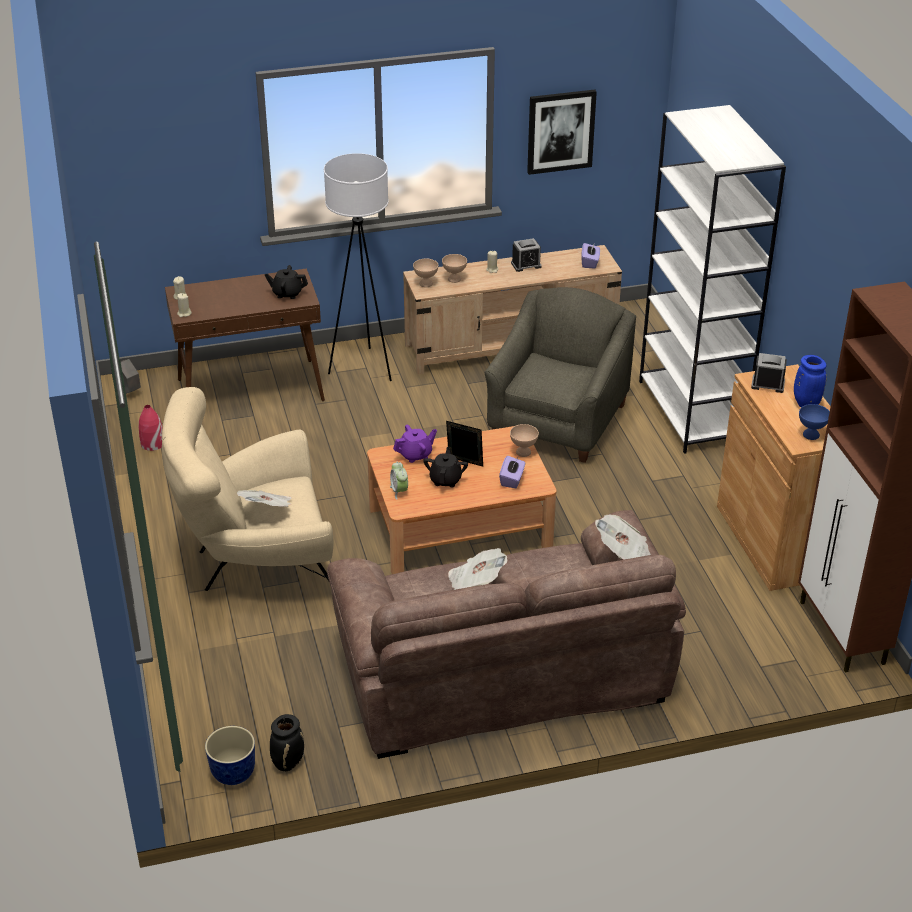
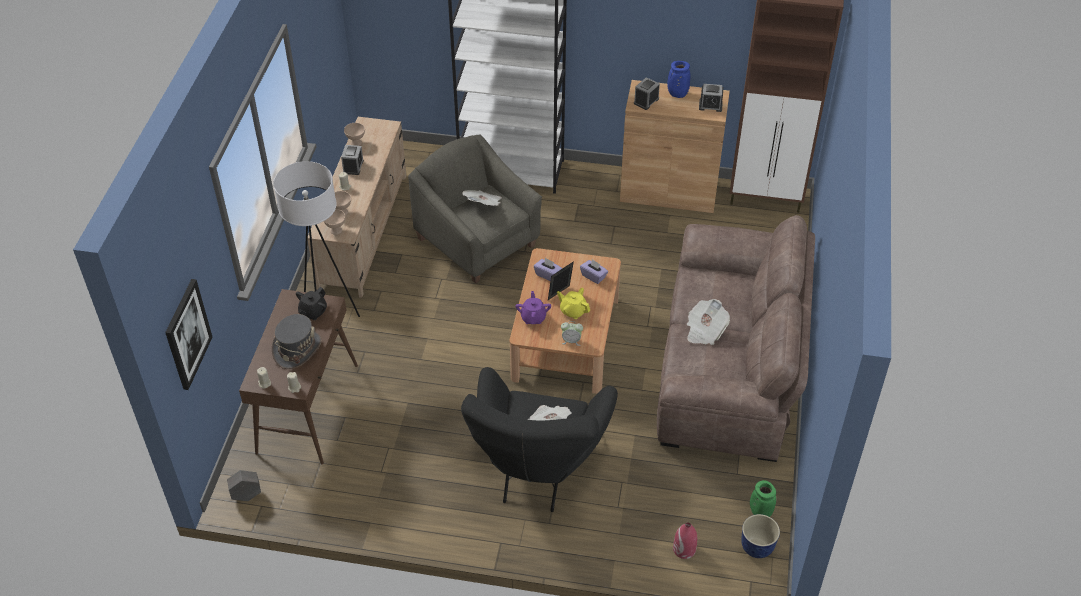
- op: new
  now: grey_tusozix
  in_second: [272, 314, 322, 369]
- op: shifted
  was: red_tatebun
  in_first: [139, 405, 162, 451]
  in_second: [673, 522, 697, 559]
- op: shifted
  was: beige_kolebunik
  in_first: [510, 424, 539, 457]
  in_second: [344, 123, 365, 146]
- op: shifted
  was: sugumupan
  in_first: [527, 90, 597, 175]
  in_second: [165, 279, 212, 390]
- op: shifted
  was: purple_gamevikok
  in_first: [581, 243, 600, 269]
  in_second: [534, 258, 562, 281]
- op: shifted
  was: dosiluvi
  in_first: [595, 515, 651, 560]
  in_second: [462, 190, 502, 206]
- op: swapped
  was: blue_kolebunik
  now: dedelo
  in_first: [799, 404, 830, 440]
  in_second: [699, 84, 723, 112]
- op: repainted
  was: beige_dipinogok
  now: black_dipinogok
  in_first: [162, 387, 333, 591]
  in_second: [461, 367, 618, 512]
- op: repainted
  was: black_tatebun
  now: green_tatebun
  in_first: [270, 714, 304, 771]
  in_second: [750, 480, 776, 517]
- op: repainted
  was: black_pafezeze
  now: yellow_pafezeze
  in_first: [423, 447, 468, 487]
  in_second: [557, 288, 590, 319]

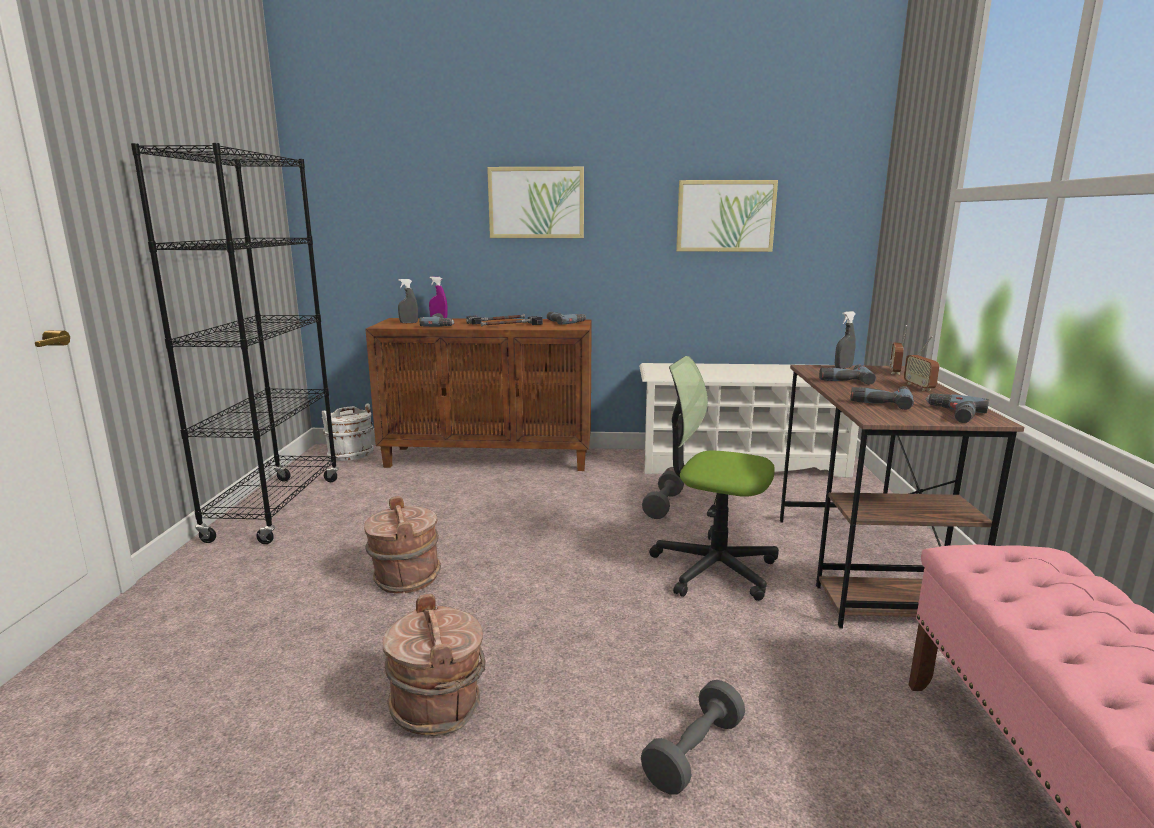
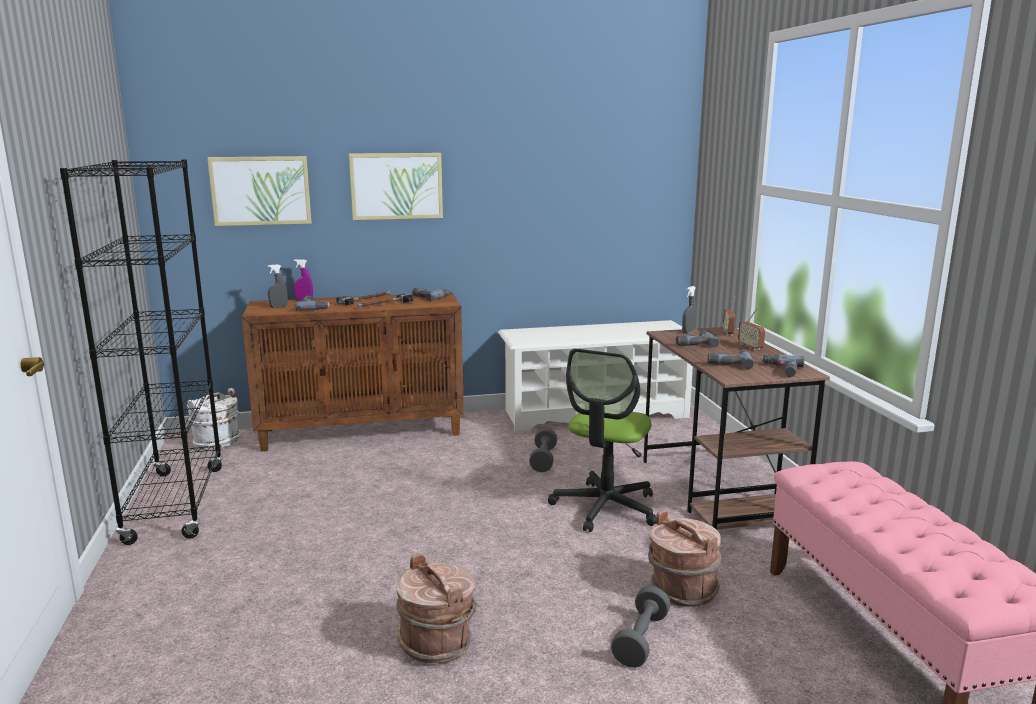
- op: shifted
  was: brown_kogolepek
  in_first: [364, 496, 441, 594]
  in_second: [648, 510, 721, 607]
- op: shifted
  was: sugumupan
  in_first: [676, 180, 778, 252]
  in_second: [207, 156, 311, 226]
- op: rotated
  was: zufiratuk
  in_first: [649, 356, 779, 601]
  in_second: [548, 348, 657, 532]
  clockwise: -75

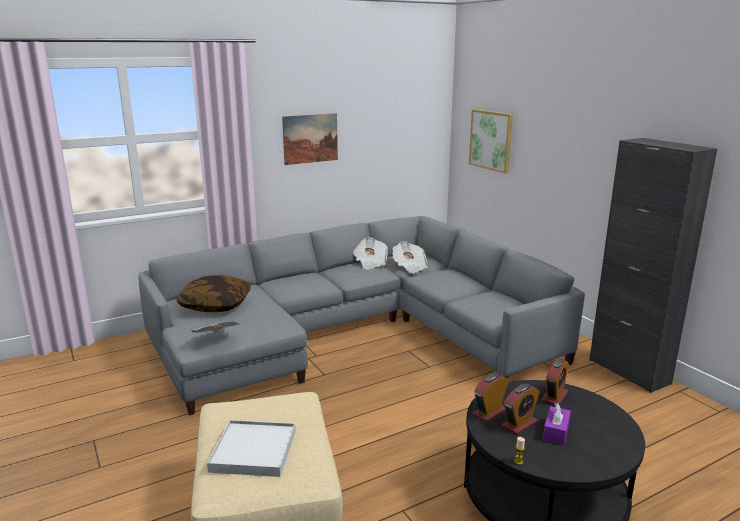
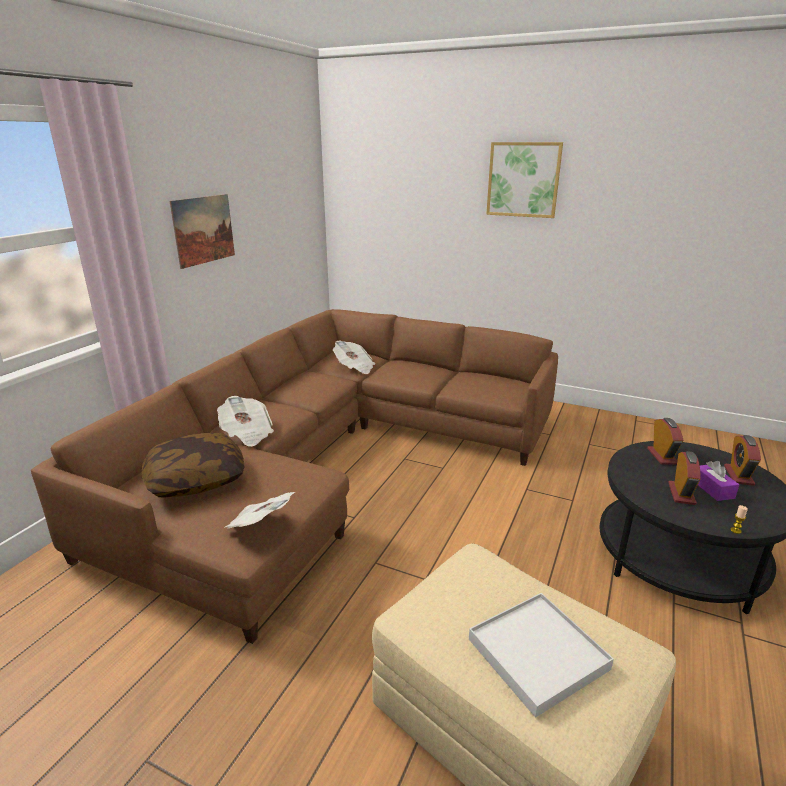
- op: gone
  was: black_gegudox
  in_first: [589, 138, 717, 393]
- op: shifted
  was: dosiluvi
  in_first: [353, 237, 388, 269]
  in_second: [217, 396, 274, 447]
- op: shifted
  was: sugumupan
  in_first: [469, 109, 513, 173]
  in_second: [486, 142, 563, 218]
- op: shifted
  was: dedelo
  in_first: [473, 373, 509, 422]
  in_second: [724, 435, 761, 486]
- op: repainted
  was: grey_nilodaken
  now: brown_nilodaken
  in_first: [138, 216, 585, 415]
  in_second: [31, 309, 558, 644]

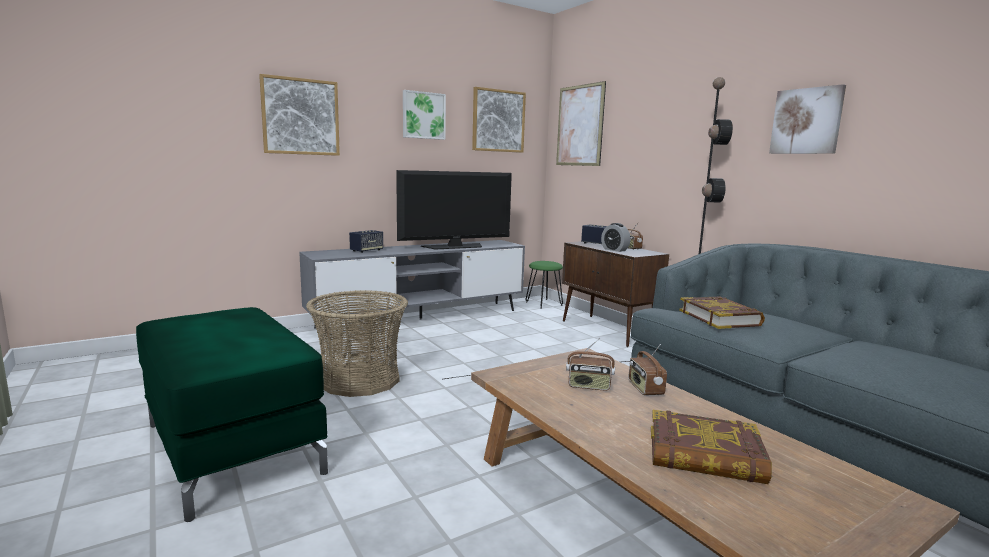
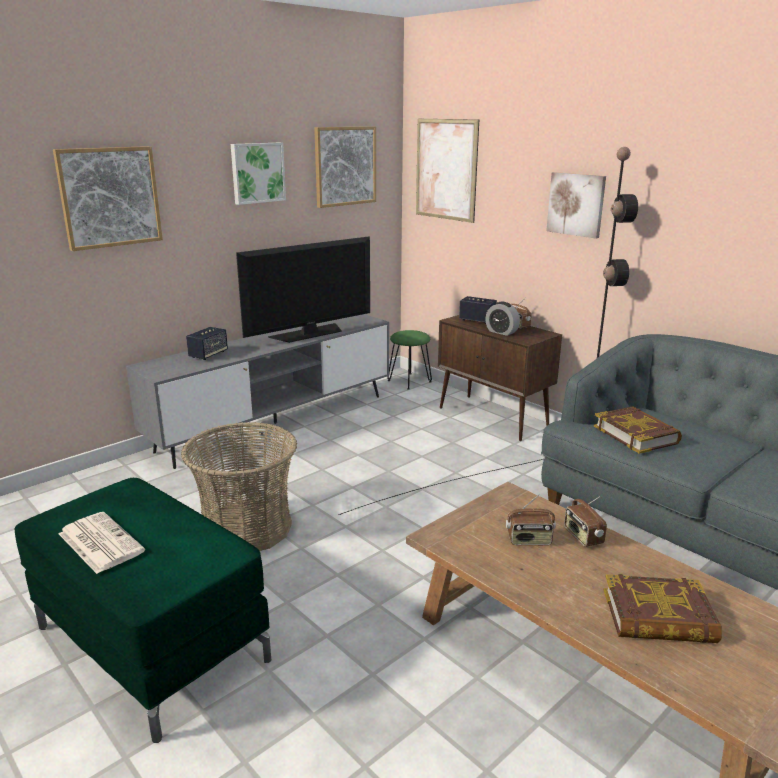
- op: new
  now: dosiluvi
  in_second: [59, 512, 145, 574]
- op: shifted
  was: sugumupan
  in_first: [769, 84, 846, 154]
  in_second: [546, 172, 606, 238]

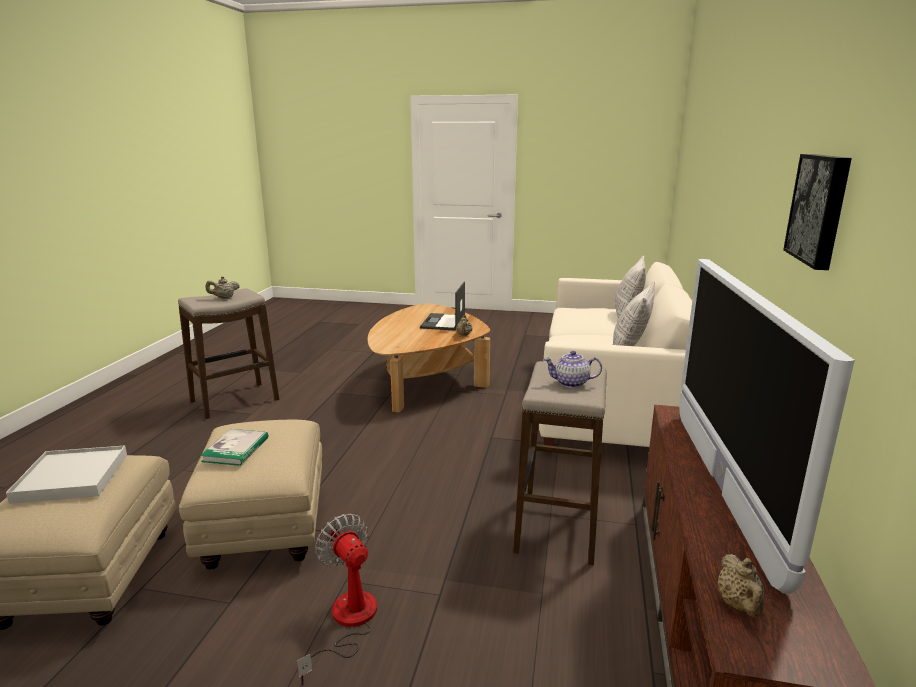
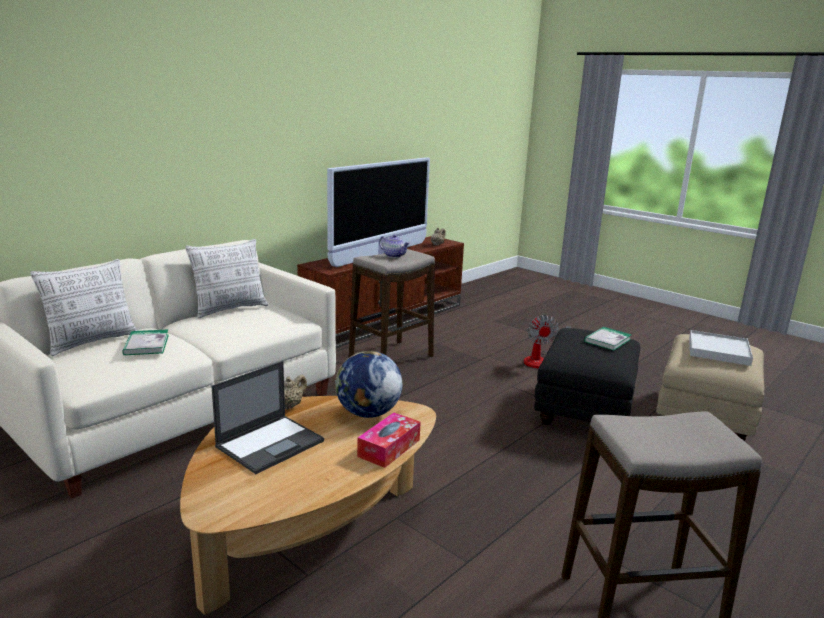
- op: gone
  was: beige_pafezeze
  in_first: [206, 276, 240, 299]
- op: gone
  was: sugumupan
  in_first: [783, 154, 852, 270]
- op: new
  now: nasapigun
  in_second: [122, 329, 169, 355]
- op: new
  now: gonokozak
  in_second: [335, 351, 402, 418]
- op: new
  now: gamevikok
  in_second: [357, 413, 421, 468]
- op: repainted
  was: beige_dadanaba
  now: black_dadanaba
  in_first: [179, 420, 322, 570]
  in_second: [534, 328, 640, 425]

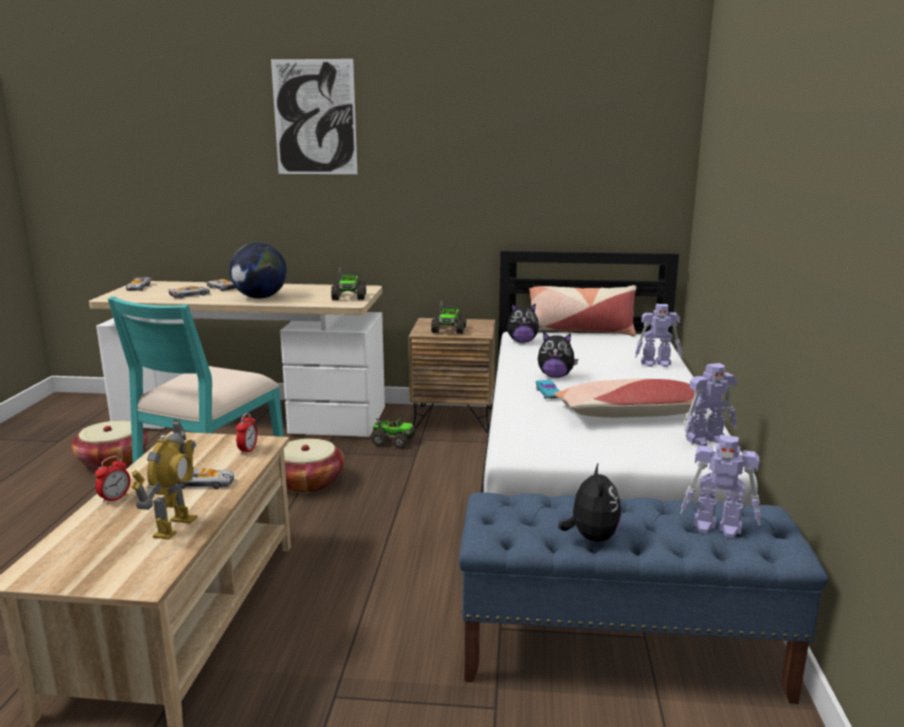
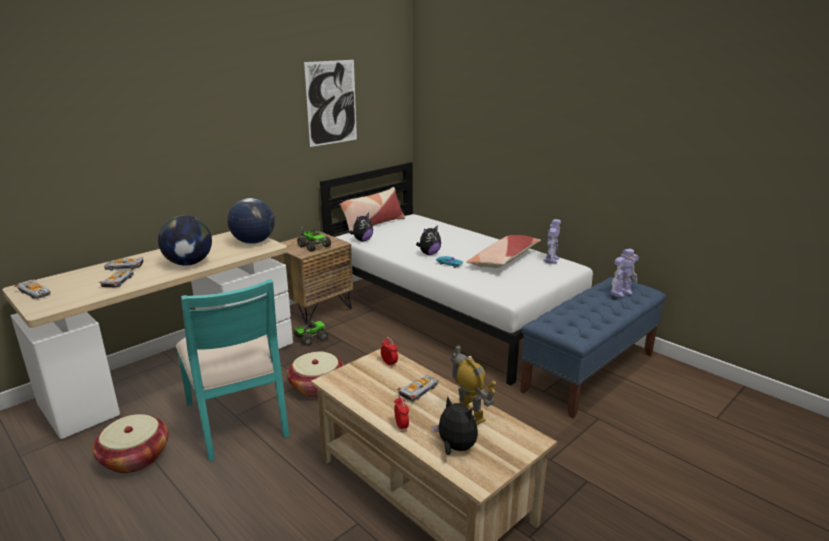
- op: gone
  was: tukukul
  in_first: [635, 304, 682, 367]
- op: shifted
  was: sugumupan
  in_first: [271, 59, 357, 174]
  in_second: [304, 60, 357, 147]
- op: shifted
  was: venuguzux
  in_first: [558, 462, 621, 542]
  in_second: [431, 396, 478, 455]
- op: swapped
  was: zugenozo
  now: gonokozak
  in_first: [331, 268, 366, 300]
  in_second: [227, 198, 275, 244]

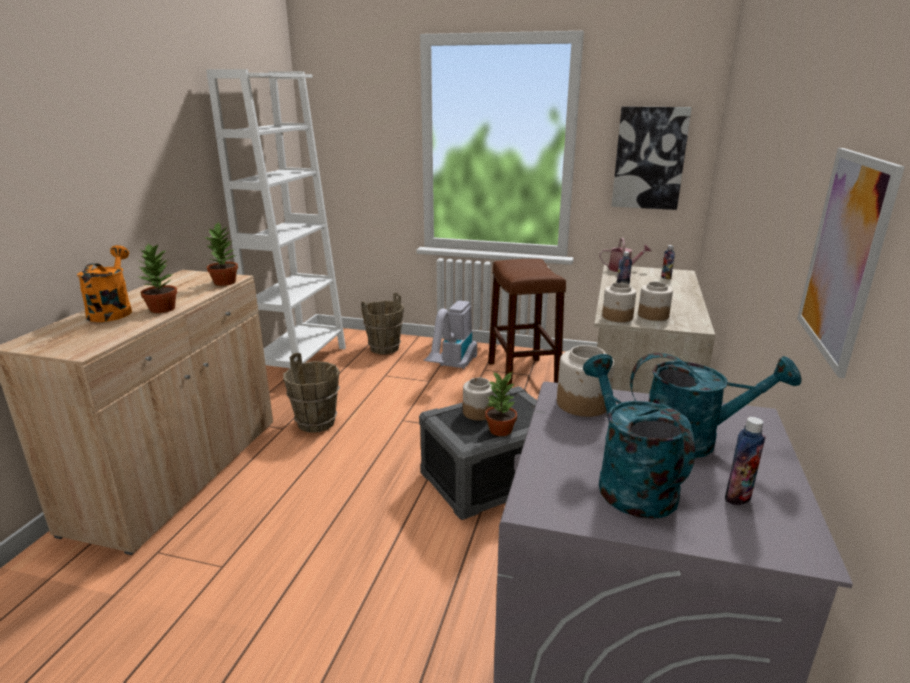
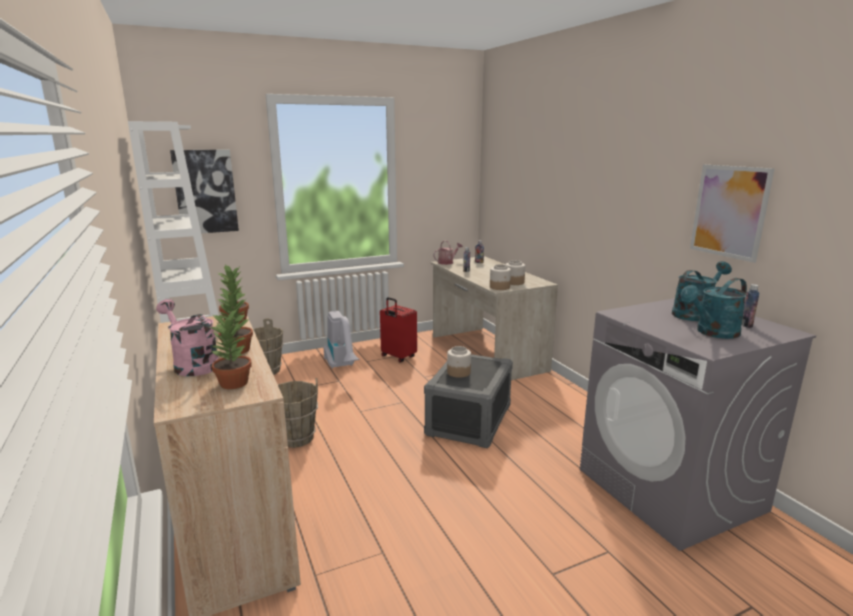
- op: gone
  was: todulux
  in_first: [557, 345, 615, 417]
- op: shifted
  was: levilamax
  in_first: [485, 372, 517, 436]
  in_second: [211, 309, 252, 389]
- op: shifted
  was: sugumupan
  in_first: [611, 106, 692, 210]
  in_second: [170, 149, 239, 233]
- op: swapped
  was: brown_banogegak
  now: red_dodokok
  in_first: [488, 259, 566, 386]
  in_second: [380, 297, 417, 362]
- op: repainted
  was: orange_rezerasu
  now: pink_rezerasu
  in_first: [77, 245, 132, 322]
  in_second: [156, 299, 219, 376]
- op: rotated
  was: turquoise_rezerasu
  in_first: [583, 354, 695, 519]
  in_second: [681, 278, 747, 339]
  clockwise: -60

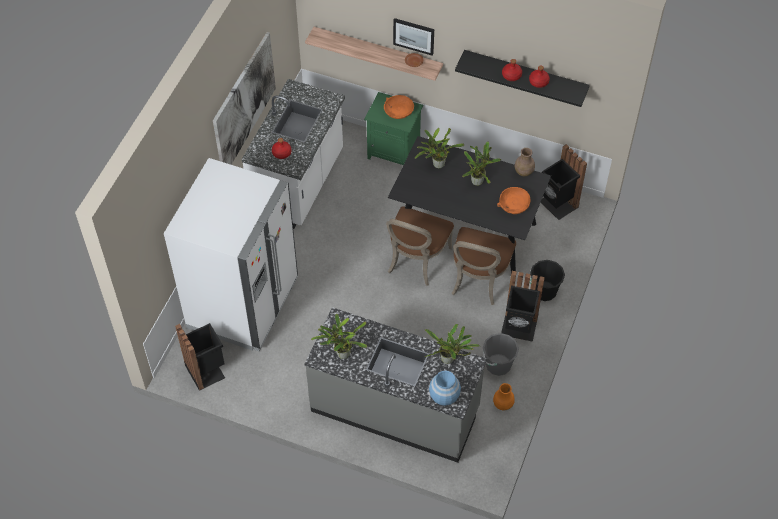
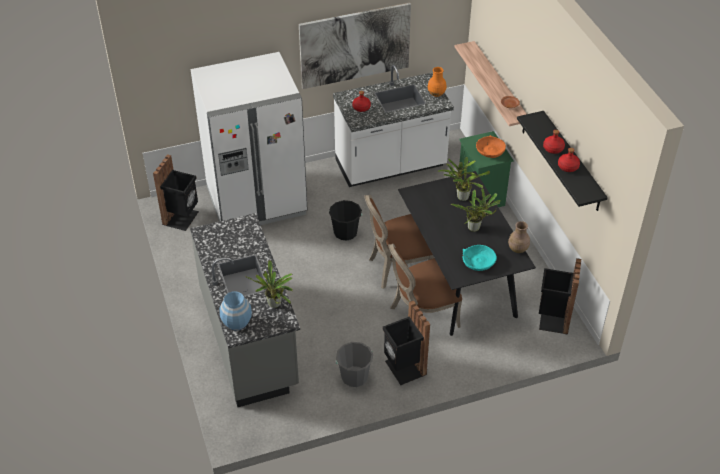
- op: gone
  was: levilamax
  in_first: [311, 314, 367, 359]
- op: gone
  was: sugumupan
  in_first: [393, 18, 434, 56]
- op: shifted
  was: orange_tatebun
  in_first: [493, 383, 515, 410]
  in_second: [428, 67, 447, 97]
- op: shifted
  was: black_kogolepek
  in_first: [530, 260, 565, 301]
  in_second: [329, 200, 363, 241]
- op: repainted
  was: orange_kolebunik
  now: turquoise_kolebunik
  in_first: [497, 187, 530, 214]
  in_second: [463, 245, 497, 271]

